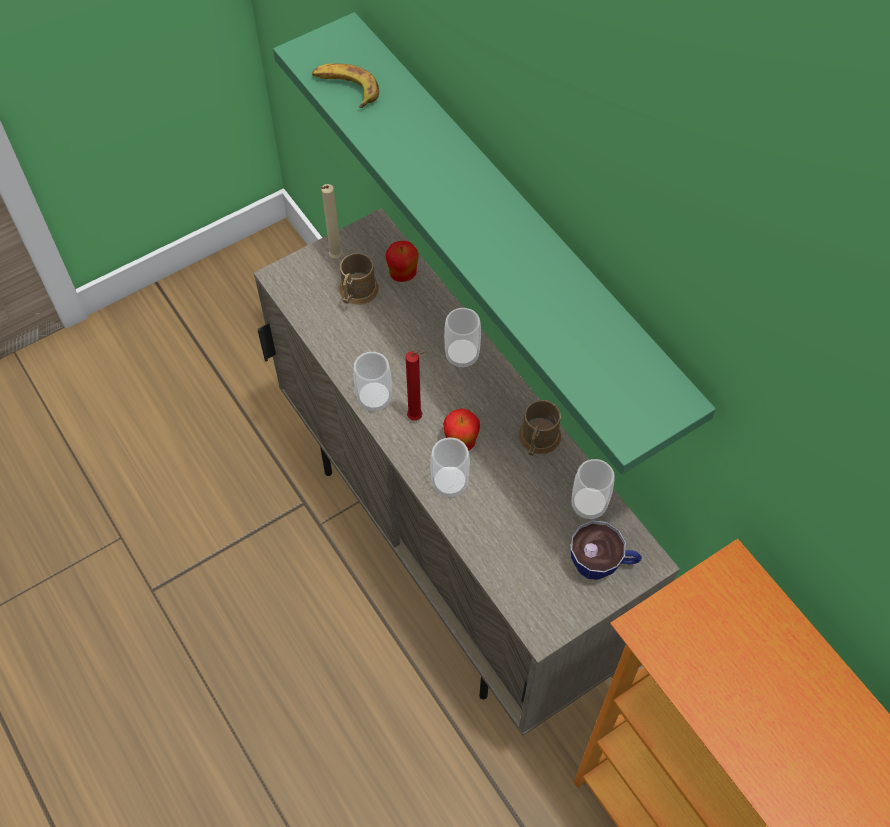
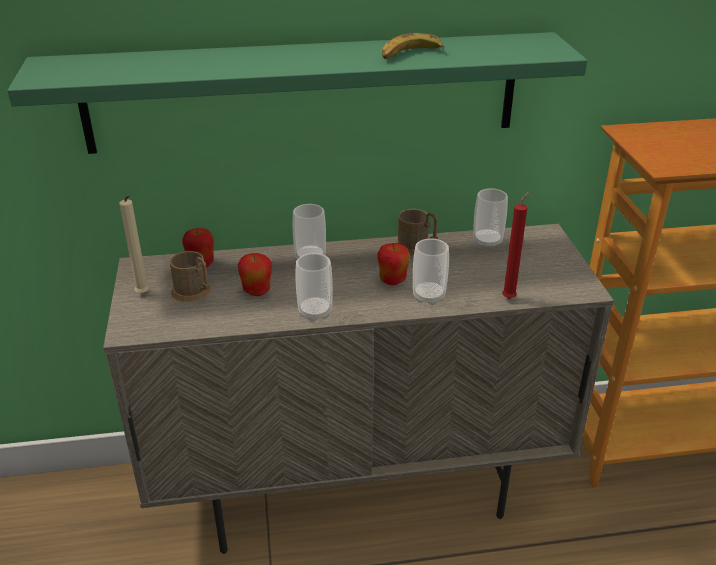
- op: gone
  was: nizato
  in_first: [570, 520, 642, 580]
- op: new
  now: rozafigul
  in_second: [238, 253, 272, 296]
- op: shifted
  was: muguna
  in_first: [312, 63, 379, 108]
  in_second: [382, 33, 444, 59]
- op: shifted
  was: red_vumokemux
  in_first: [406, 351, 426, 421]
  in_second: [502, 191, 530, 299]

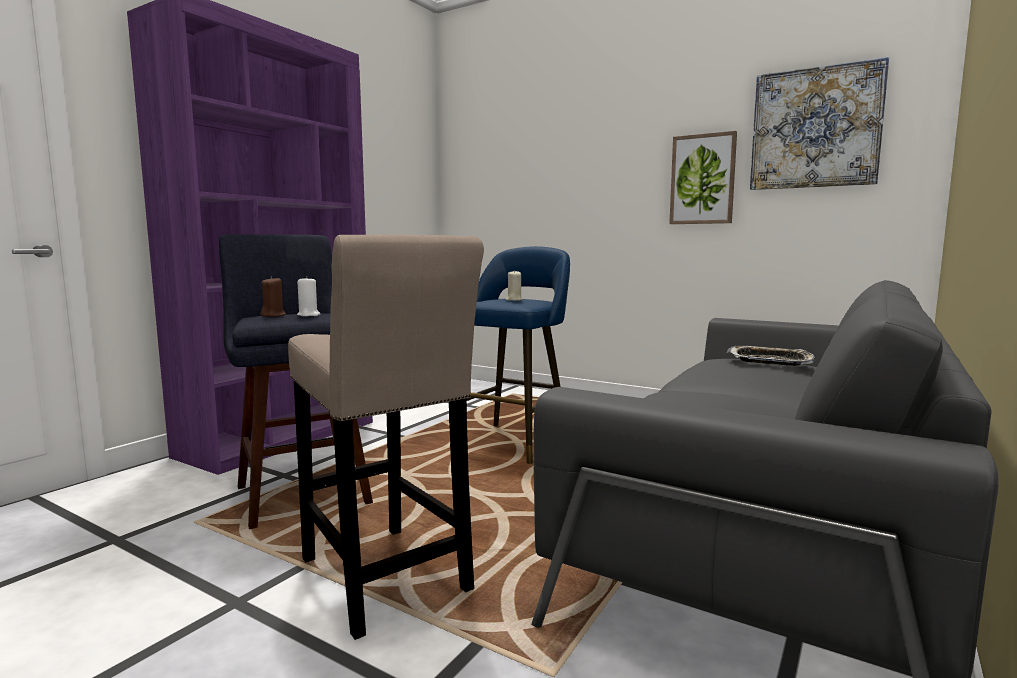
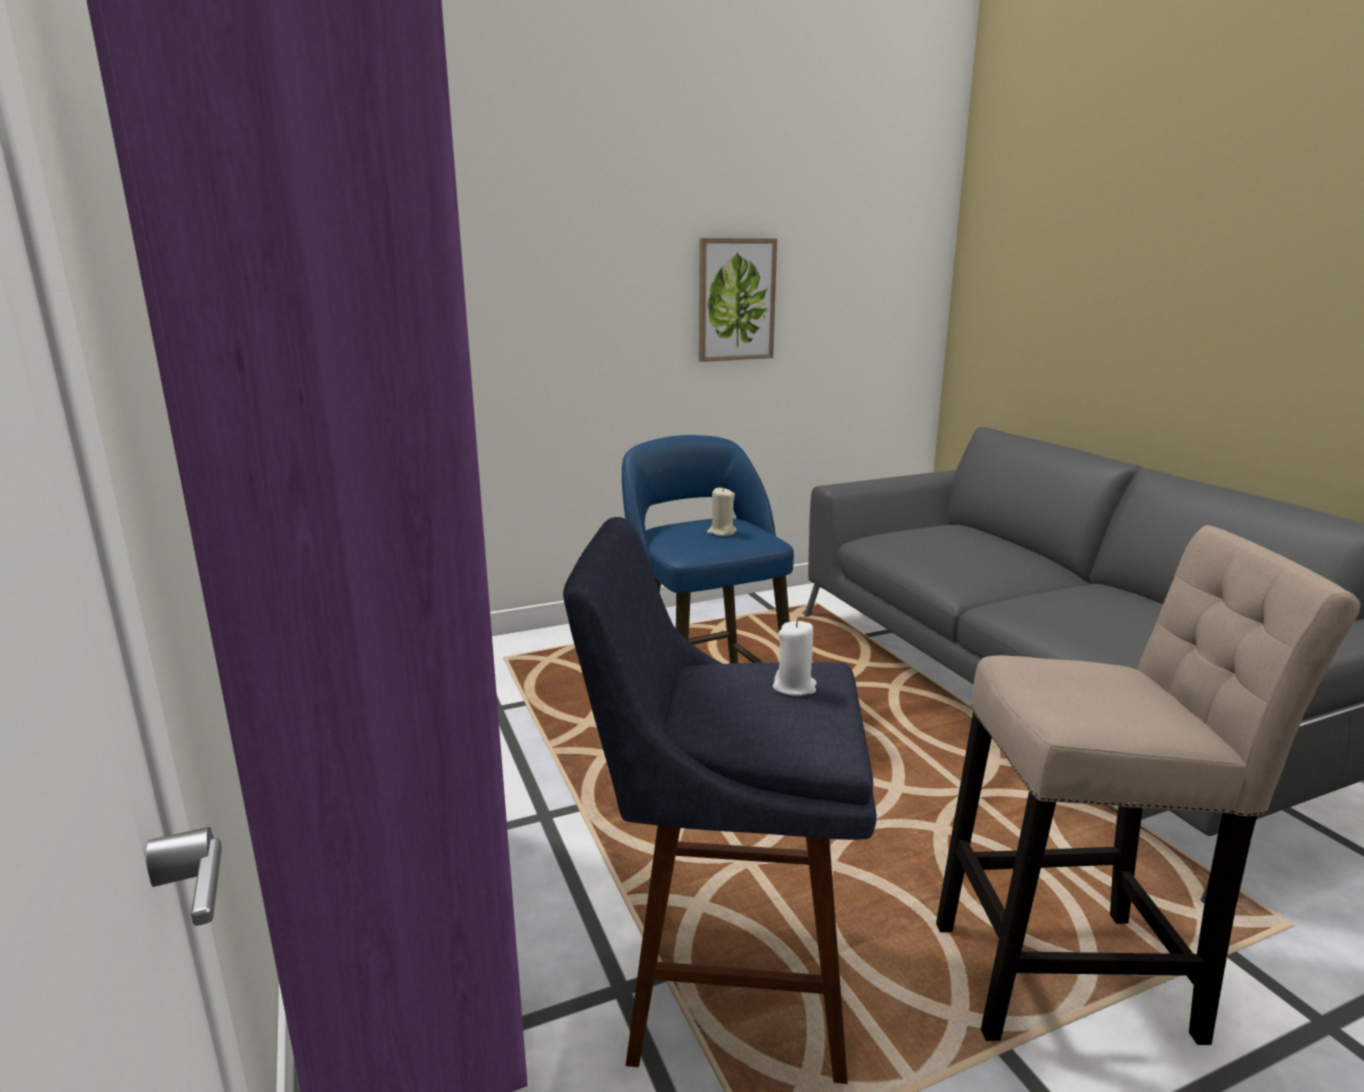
- op: gone
  was: brown_vumokemux
  in_first: [260, 276, 286, 317]
- op: gone
  was: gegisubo
  in_first: [727, 345, 815, 366]
- op: gone
  was: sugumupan
  in_first: [750, 57, 889, 190]

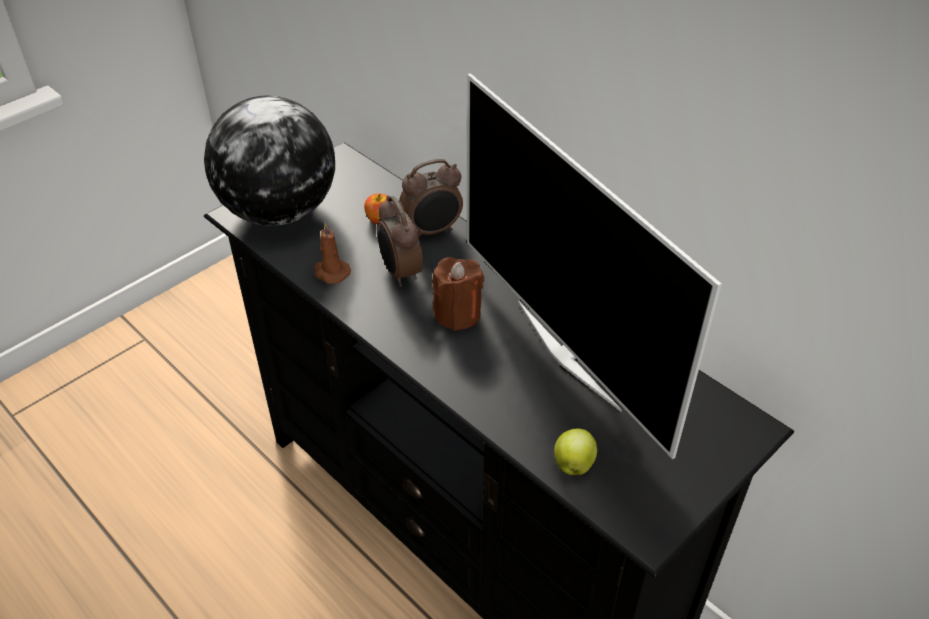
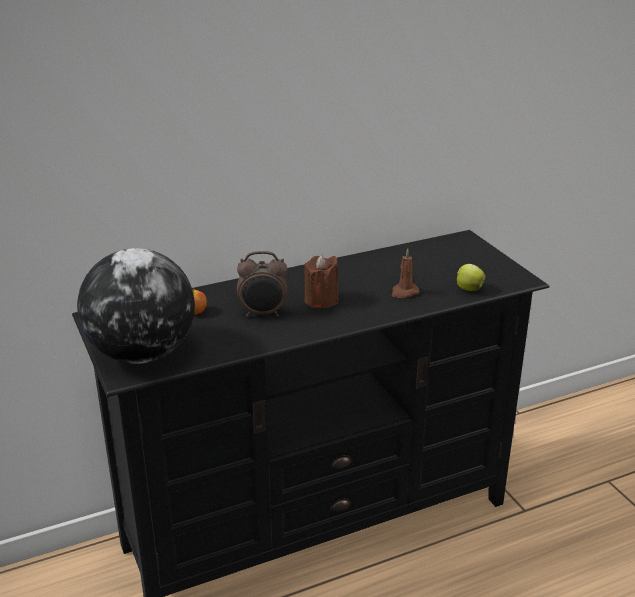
- op: gone
  was: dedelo
  in_first: [399, 159, 463, 237]
- op: gone
  was: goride
  in_first: [467, 73, 722, 459]
- op: shifted
  was: brown_vumokemux
  in_first: [314, 222, 351, 284]
  in_second: [392, 248, 419, 298]

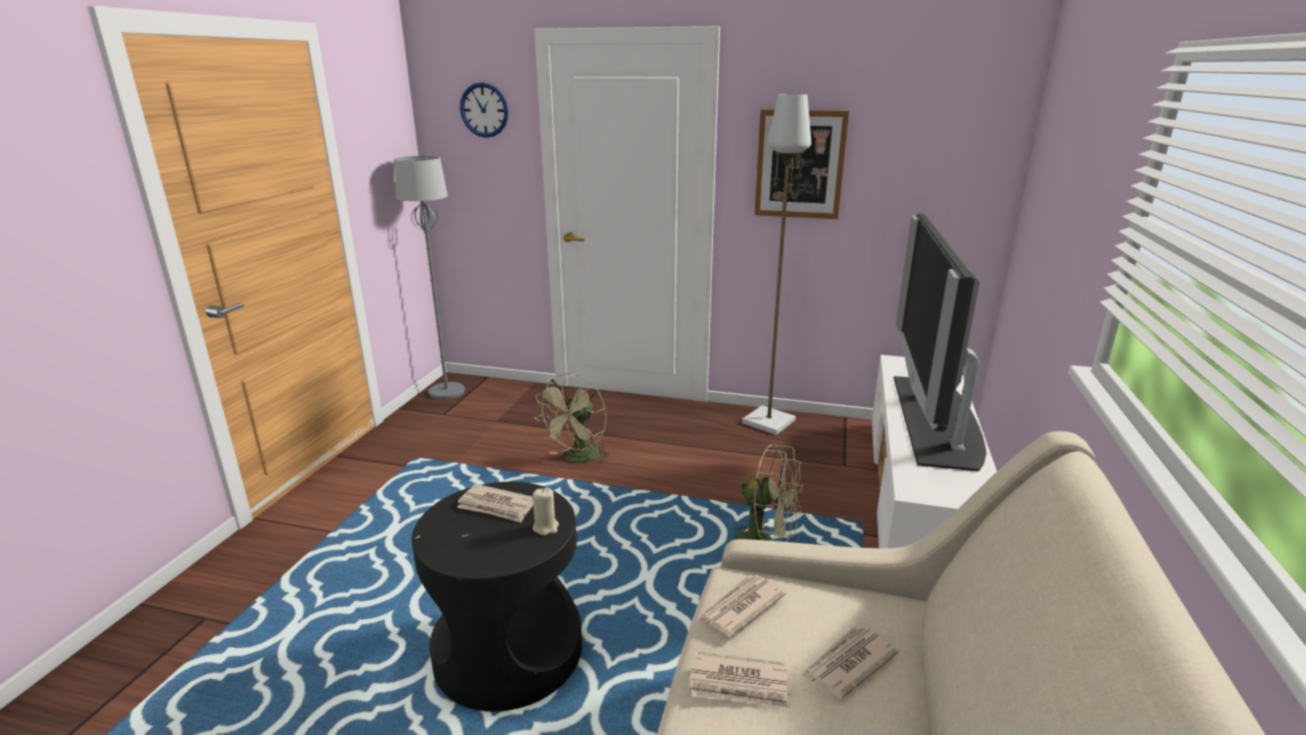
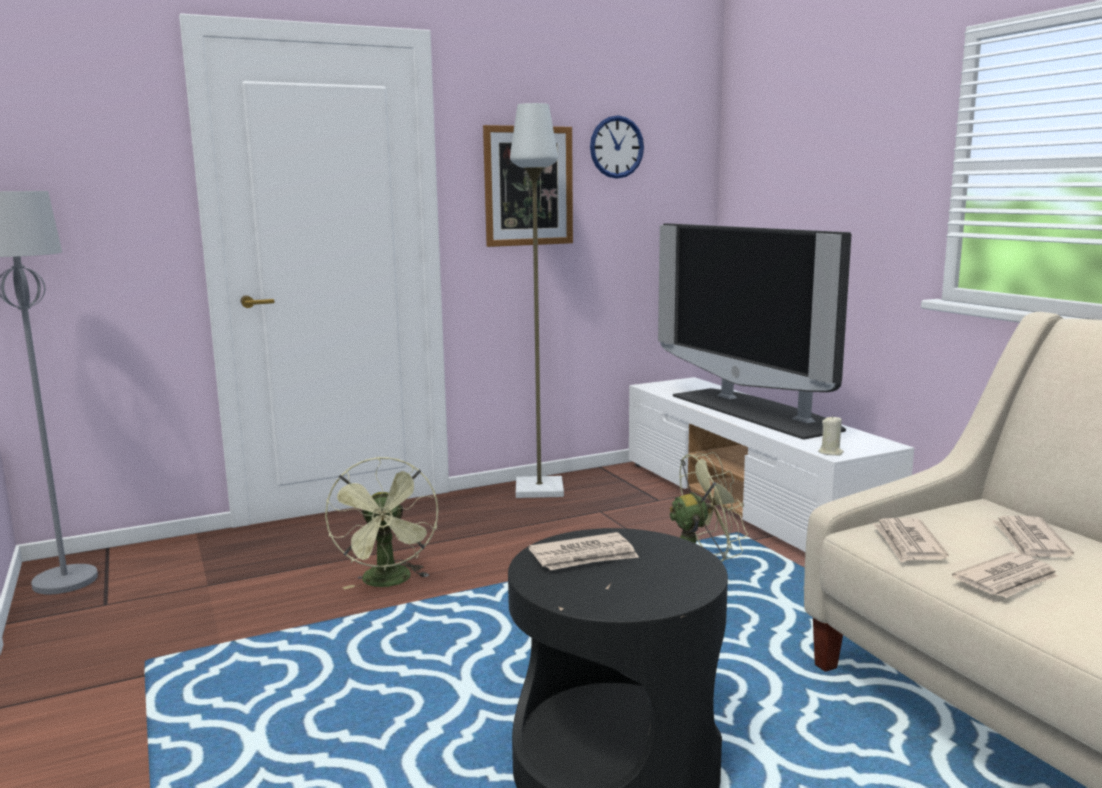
- op: shifted
  was: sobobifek
  in_first: [460, 82, 508, 138]
  in_second: [590, 115, 644, 179]
- op: shifted
  was: beige_vumokemux
  in_first: [533, 487, 559, 535]
  in_second: [818, 416, 844, 456]

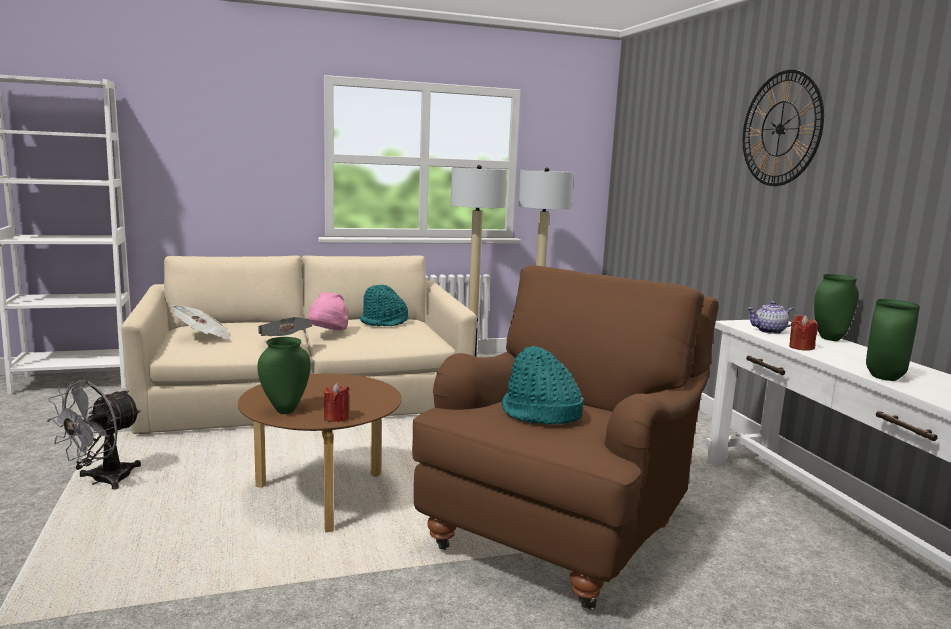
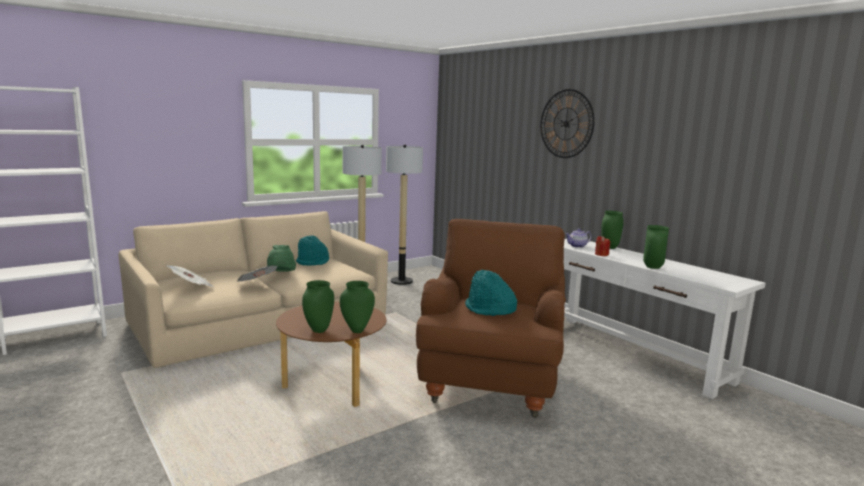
- op: gone
  was: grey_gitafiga
  in_first: [47, 380, 141, 490]
- op: swapped
  was: red_vumokemux
  now: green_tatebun
  in_first: [324, 383, 349, 422]
  in_second: [340, 281, 375, 333]
- op: repainted
  was: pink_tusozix
  now: green_tusozix
  in_first: [308, 292, 348, 330]
  in_second: [267, 245, 296, 272]

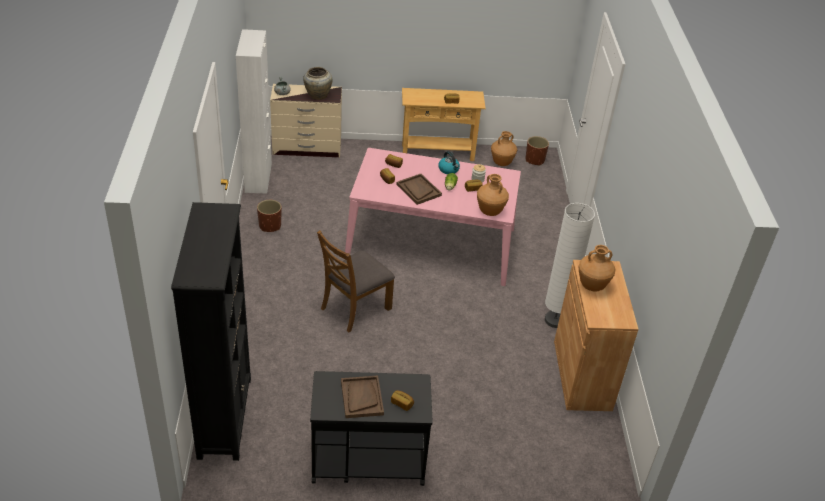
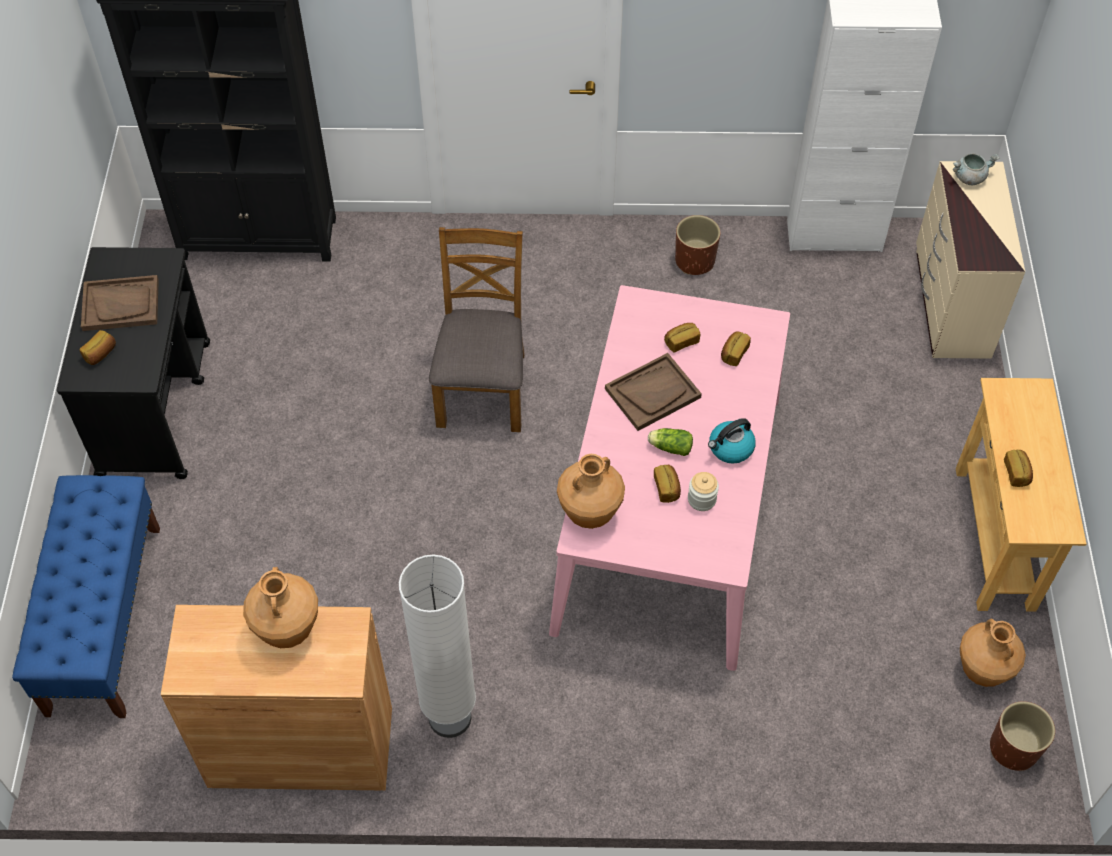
- op: gone
  was: beige_tatebun
  in_first: [303, 67, 332, 100]
- op: new
  now: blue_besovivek
  in_second: [12, 475, 160, 718]
- op: rotated
  was: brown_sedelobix
  in_first: [317, 230, 395, 333]
  in_second: [429, 227, 525, 432]
  clockwise: 45

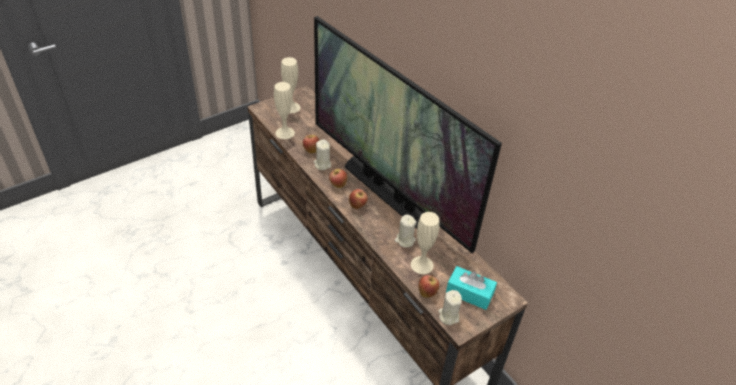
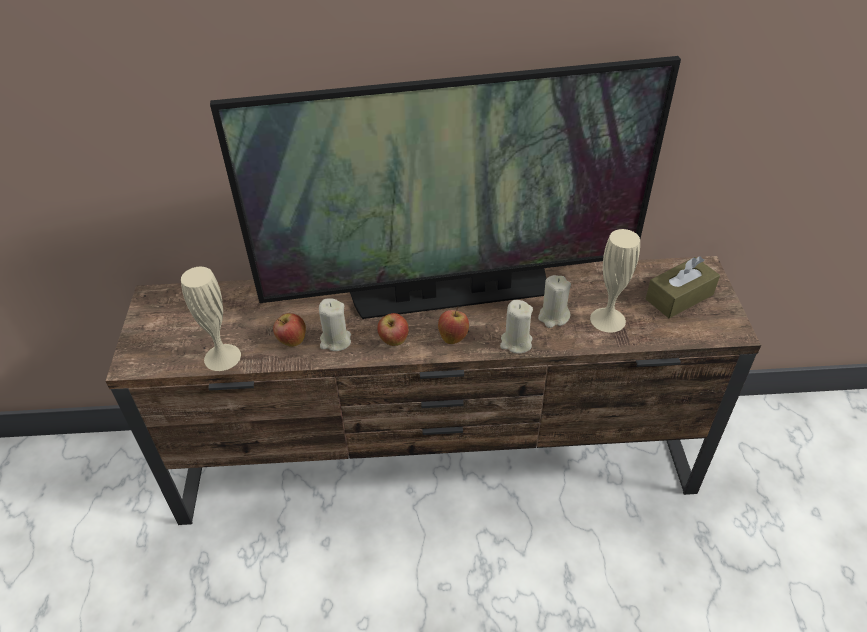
- op: gone
  was: beige_tatebun
  in_first: [281, 57, 300, 113]
- op: gone
  was: rozafigul
  in_first: [418, 275, 439, 298]
- op: shifted
  was: beige_vumokemux
  in_first: [438, 290, 462, 325]
  in_second: [500, 300, 533, 353]
- op: repainted
  was: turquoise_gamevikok
  now: brown_gamevikok
  in_first: [446, 266, 497, 310]
  in_second: [646, 256, 720, 318]

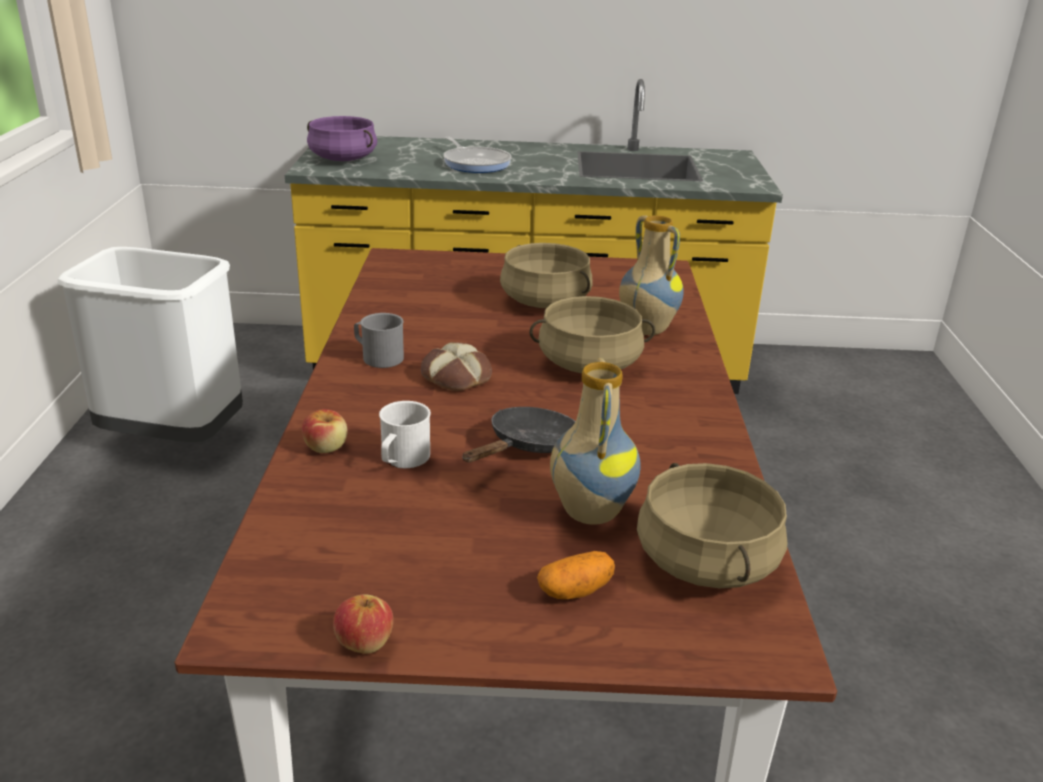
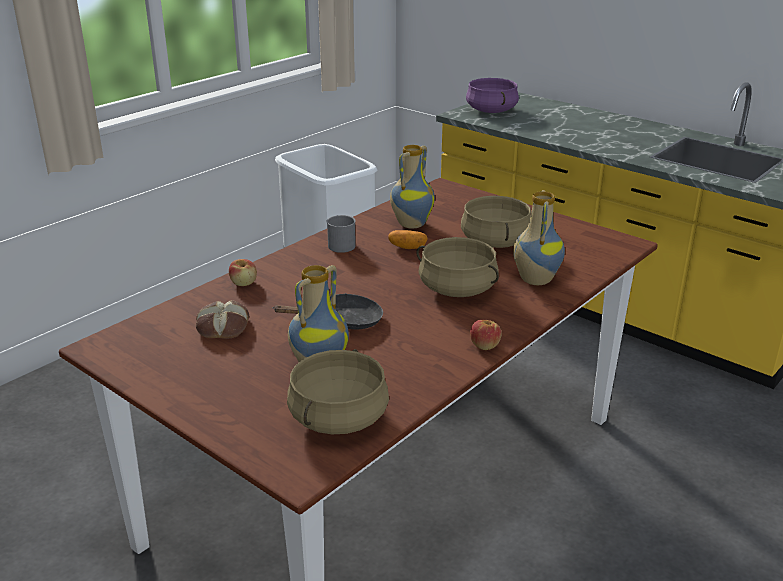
- op: gone
  was: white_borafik
  in_first: [379, 401, 431, 468]
- op: gone
  was: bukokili
  in_first: [443, 137, 512, 173]
- op: new
  now: tatebun
  in_second: [390, 145, 435, 229]
- op: shifted
  was: rozafigul
  in_first: [333, 594, 393, 654]
  in_second: [470, 320, 501, 350]
- op: shifted
  was: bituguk
  in_first: [421, 342, 492, 391]
  in_second: [196, 300, 249, 339]
- op: shifted
  was: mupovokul
  in_first: [537, 551, 615, 599]
  in_second: [388, 230, 427, 249]

